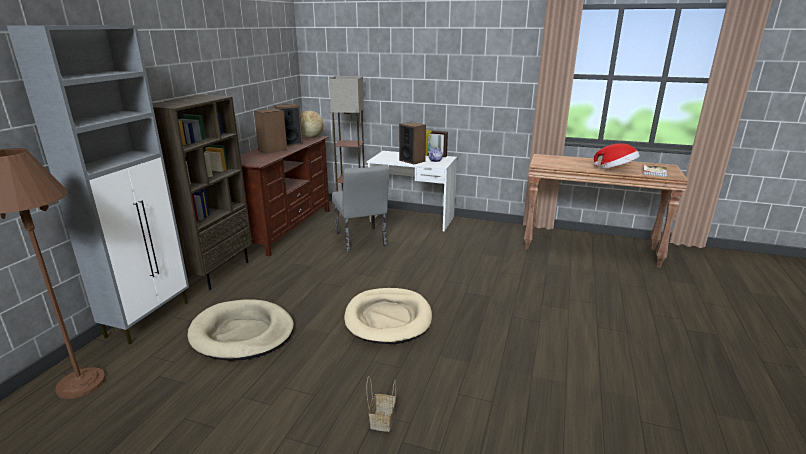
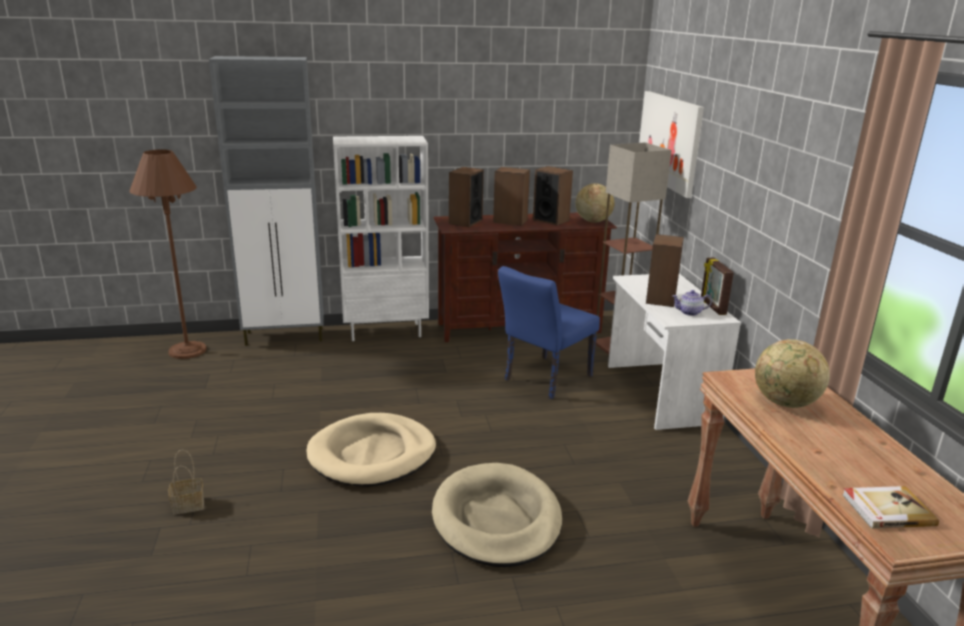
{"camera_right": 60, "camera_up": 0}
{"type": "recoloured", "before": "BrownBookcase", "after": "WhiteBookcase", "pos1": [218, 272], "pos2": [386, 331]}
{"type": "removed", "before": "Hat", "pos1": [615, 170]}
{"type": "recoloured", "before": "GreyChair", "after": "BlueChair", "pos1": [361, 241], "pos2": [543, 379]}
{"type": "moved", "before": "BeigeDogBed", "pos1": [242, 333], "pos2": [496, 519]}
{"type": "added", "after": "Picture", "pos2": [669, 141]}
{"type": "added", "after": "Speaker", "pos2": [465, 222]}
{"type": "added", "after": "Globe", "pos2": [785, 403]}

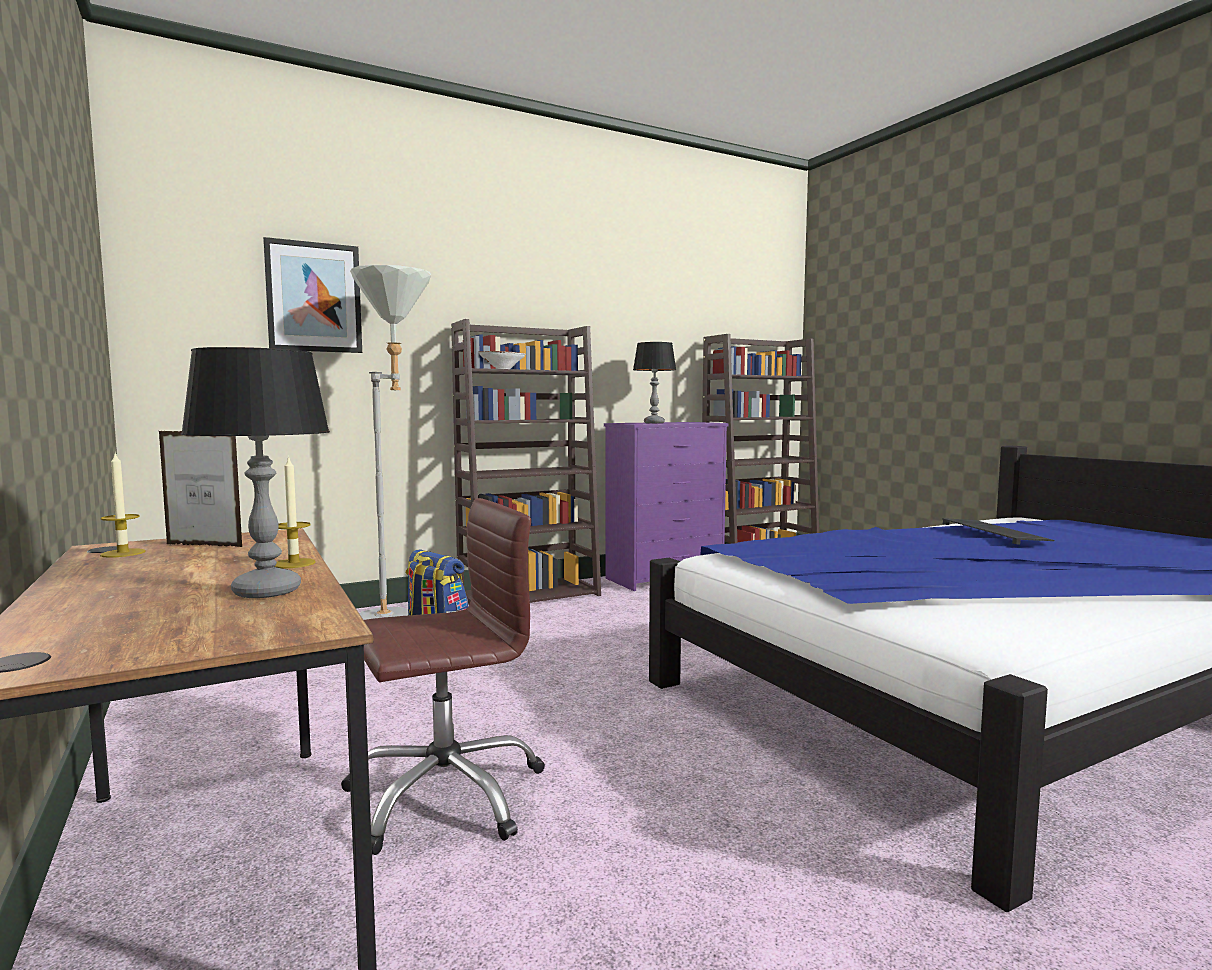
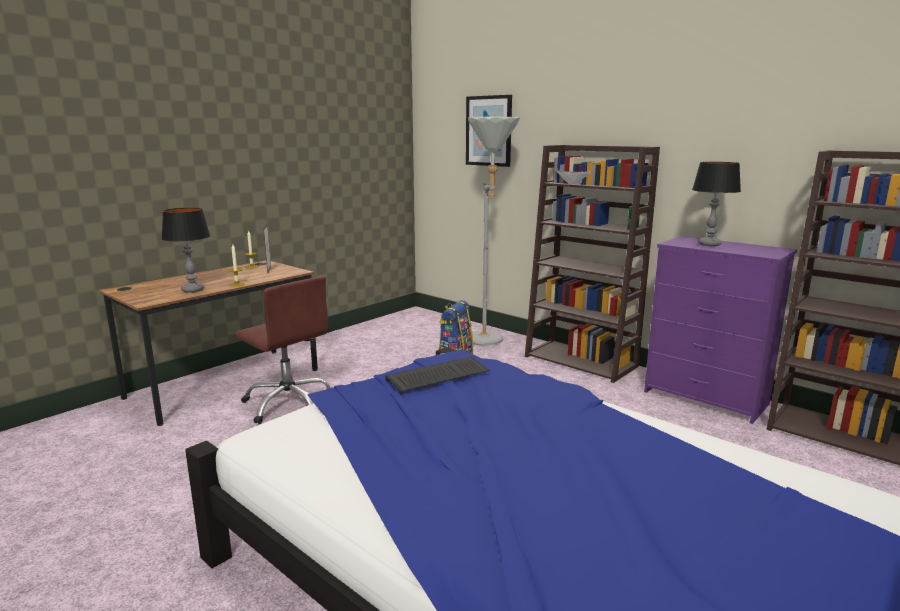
{"camera_right": 70, "camera_up": 10}
{"type": "moved", "before": "Keyboard", "pos1": [995, 533], "pos2": [437, 377]}

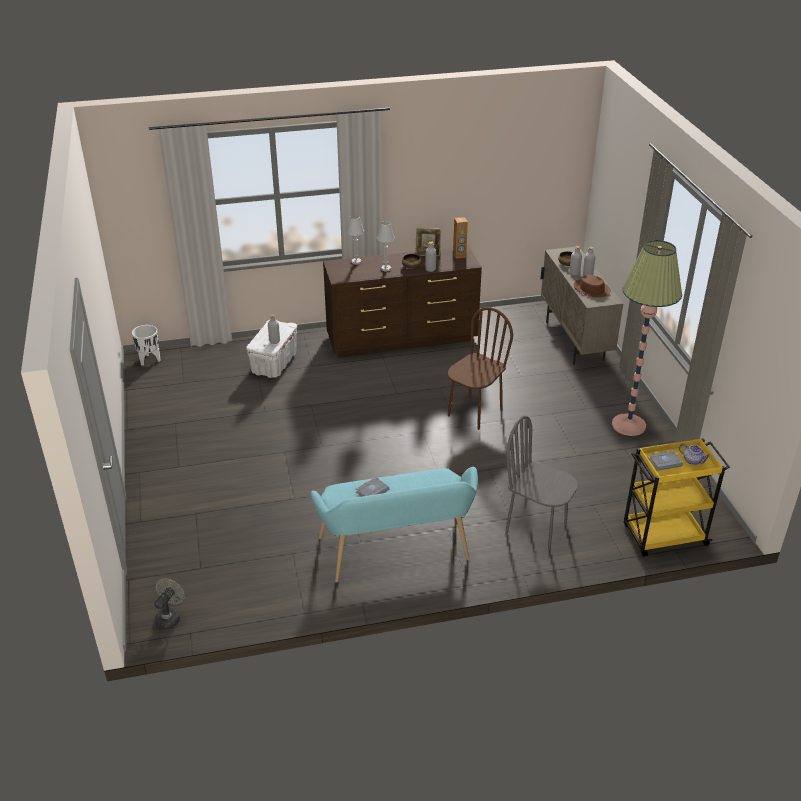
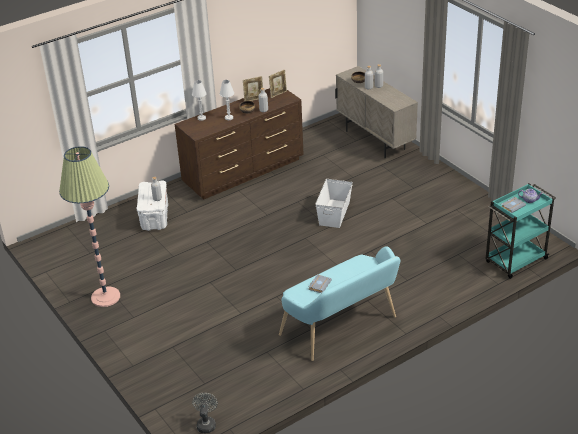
{"camera_right": -20, "camera_up": 0}
{"type": "replaced", "before": "BrownSpeaker", "after": "PictureFrame", "pos1": [459, 255], "pos2": [278, 94]}
{"type": "moved", "before": "FloorLamp", "pos1": [628, 425], "pos2": [105, 297]}
{"type": "removed", "before": "BrownHat", "pos1": [592, 289]}
{"type": "replaced", "before": "BrownChair", "after": "WhiteStorageBox", "pos1": [474, 412], "pos2": [335, 213]}
{"type": "removed", "before": "WhitePlanter", "pos1": [149, 360]}
{"type": "removed", "before": "GreyChair", "pos1": [536, 528]}
{"type": "recoloured", "before": "YellowCart", "after": "TurquoiseCart", "pos1": [663, 536], "pos2": [515, 261]}

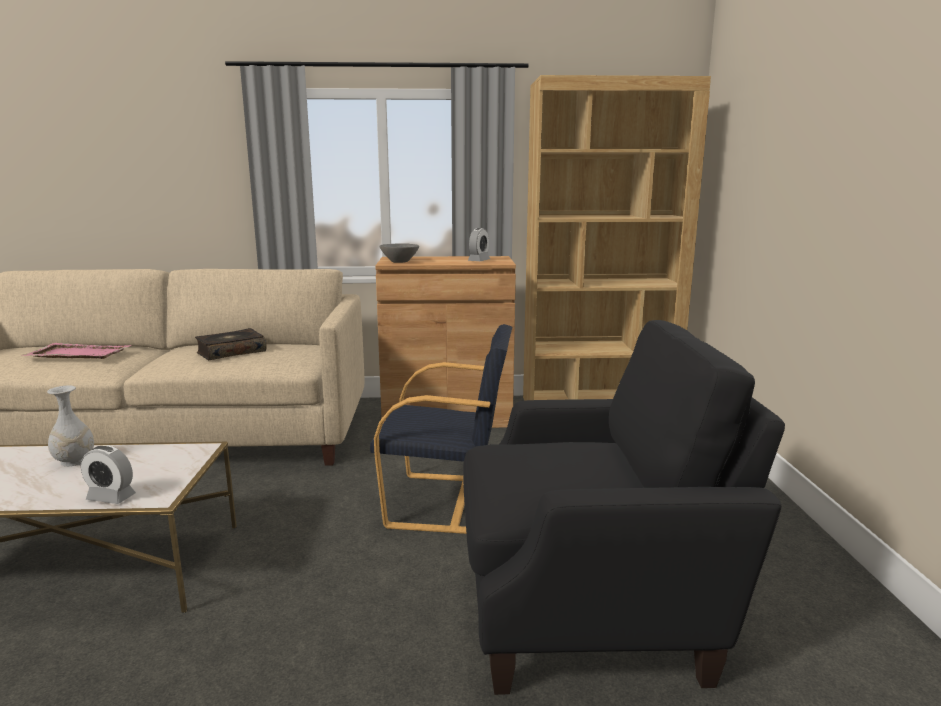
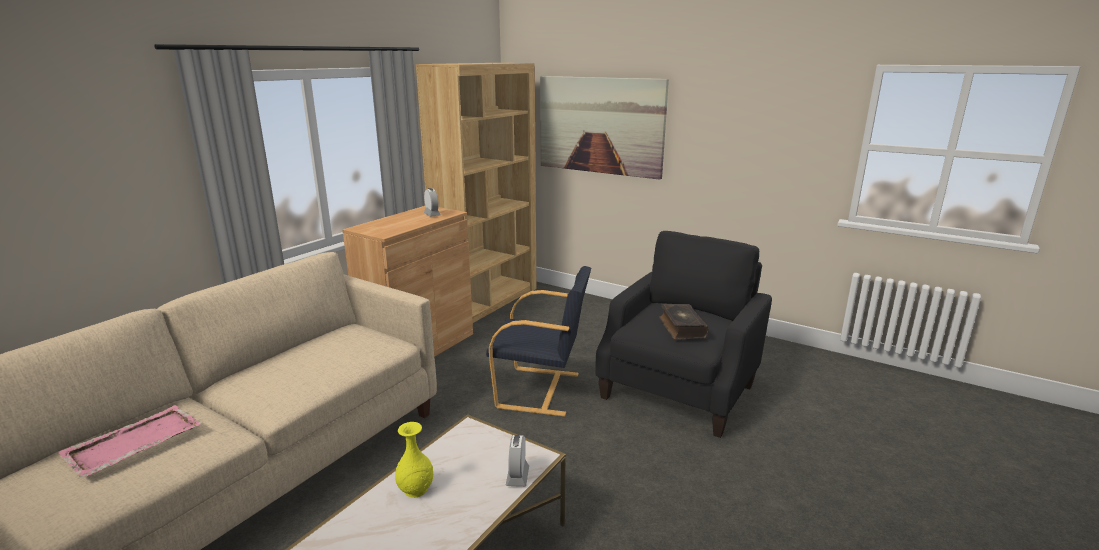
{"camera_right": -55, "camera_up": 5}
{"type": "removed", "before": "GreyBowl", "pos1": [400, 262]}
{"type": "turned", "before": "BlackArmchair", "pos1": [446, 502], "pos2": [540, 391], "turn": 60}
{"type": "moved", "before": "Book", "pos1": [231, 352], "pos2": [681, 328]}
{"type": "recoloured", "before": "WhiteVase", "after": "YellowVase", "pos1": [74, 461], "pos2": [416, 490]}
{"type": "turned", "before": "AlarmClock", "pos1": [111, 497], "pos2": [517, 476], "turn": 135}
{"type": "added", "after": "Picture", "pos2": [600, 125]}

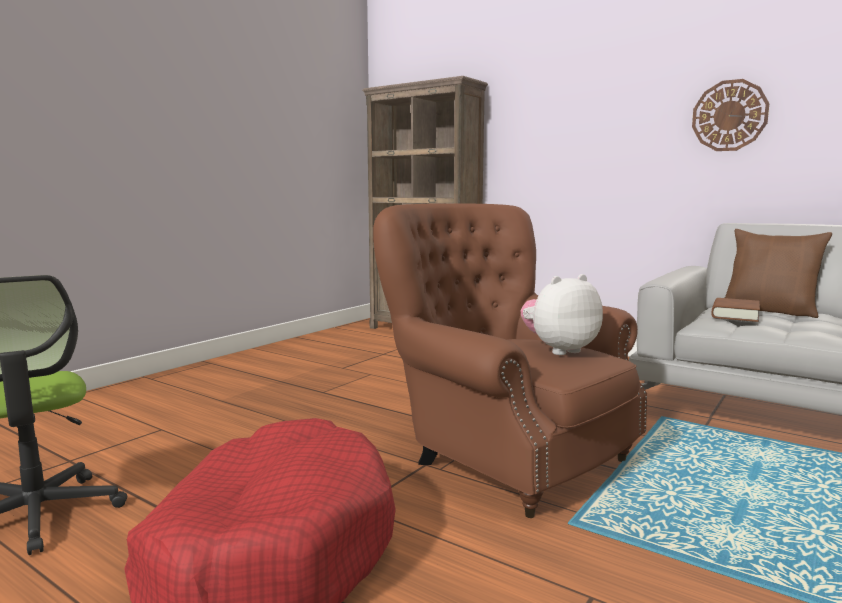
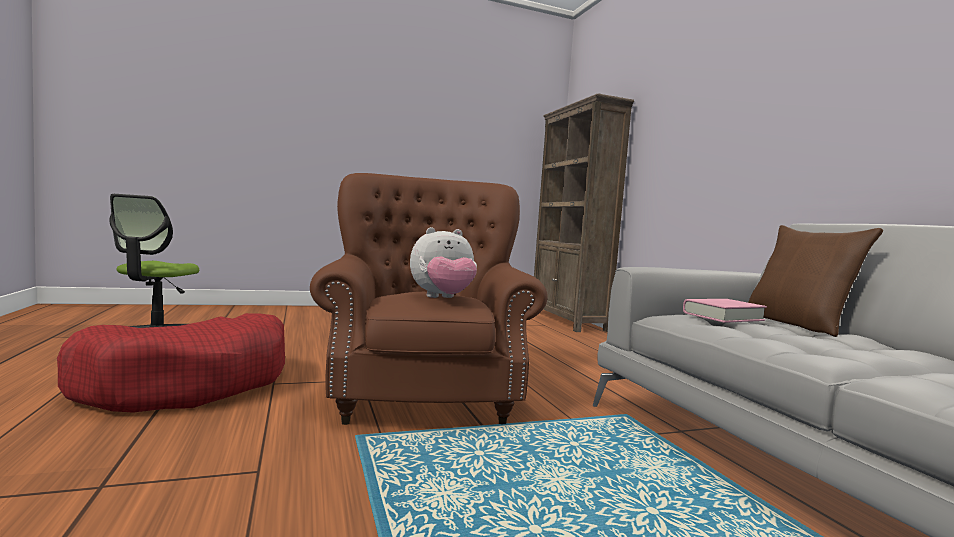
{"camera_right": 35, "camera_up": -5}
{"type": "removed", "before": "WallClock", "pos1": [729, 115]}
{"type": "turned", "before": "PlushToy", "pos1": [559, 350], "pos2": [442, 298], "turn": 150}
{"type": "recoloured", "before": "BrownBook", "after": "PinkBook", "pos1": [735, 315], "pos2": [723, 316]}

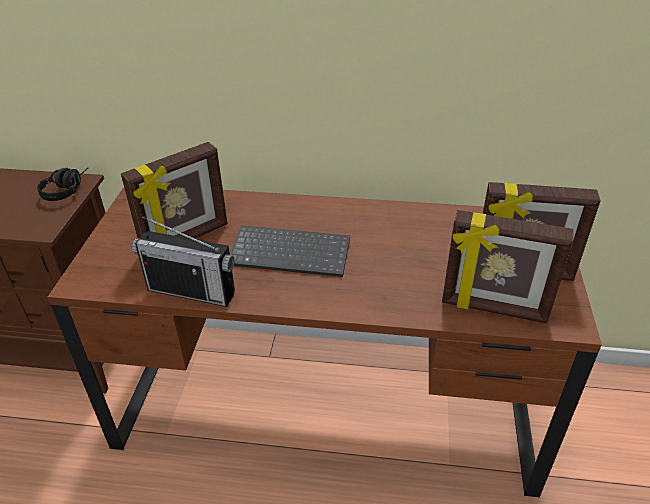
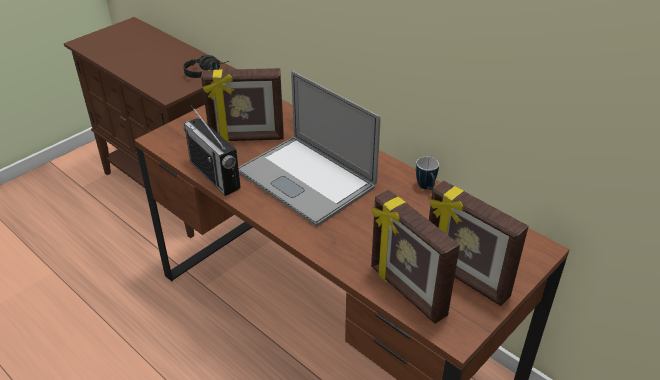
{"camera_right": 35, "camera_up": 0}
{"type": "replaced", "before": "Keyboard", "after": "Laptop", "pos1": [292, 252], "pos2": [306, 179]}
{"type": "added", "after": "Mug", "pos2": [426, 188]}

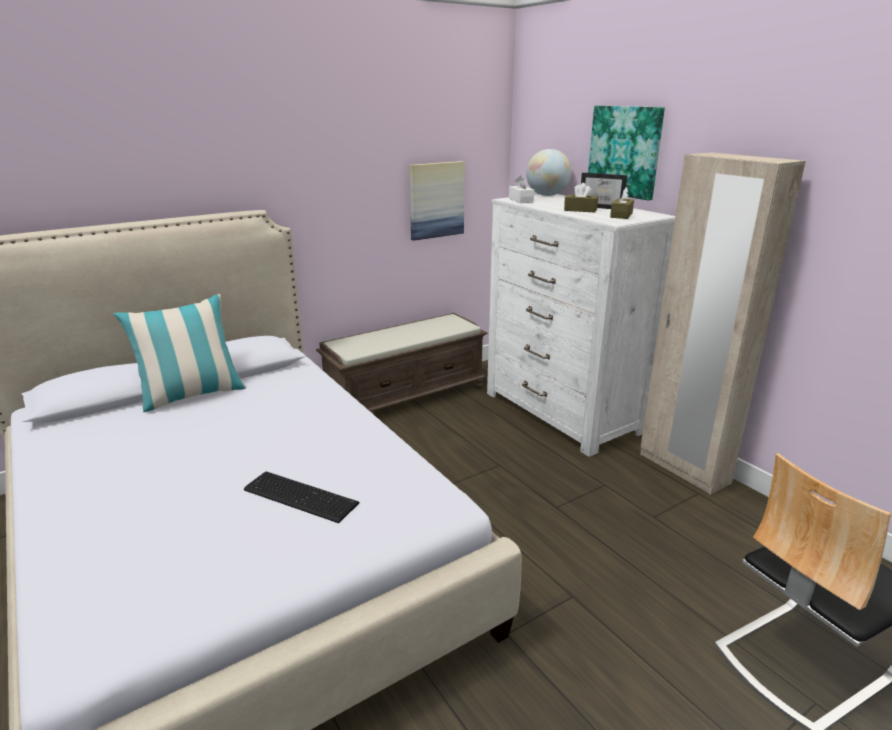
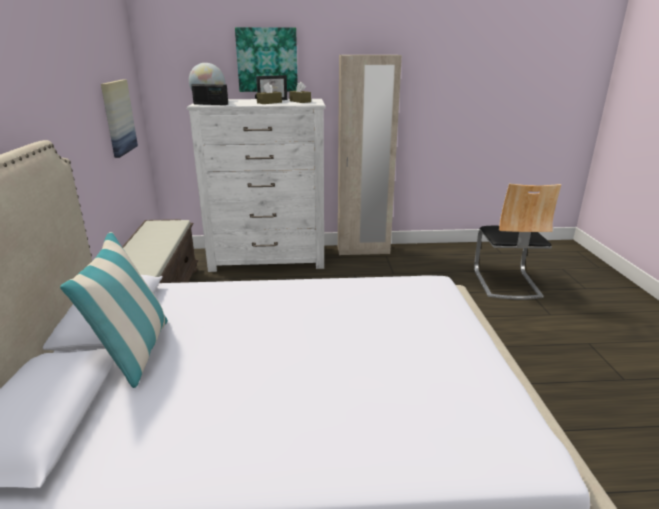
{"camera_right": -60, "camera_up": 0}
{"type": "replaced", "before": "WhiteTissueBox", "after": "Radio", "pos1": [521, 200], "pos2": [210, 104]}
{"type": "removed", "before": "Keyboard", "pos1": [300, 495]}

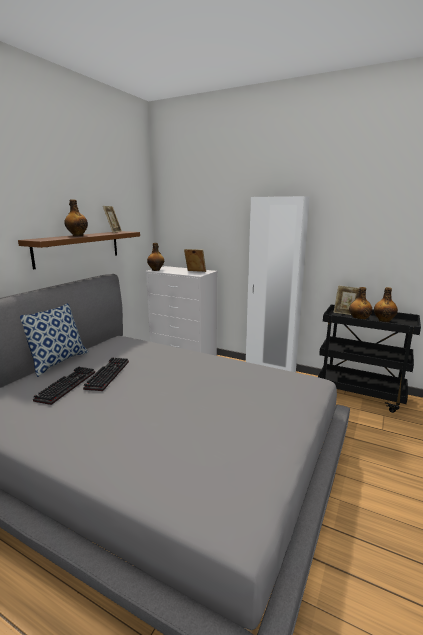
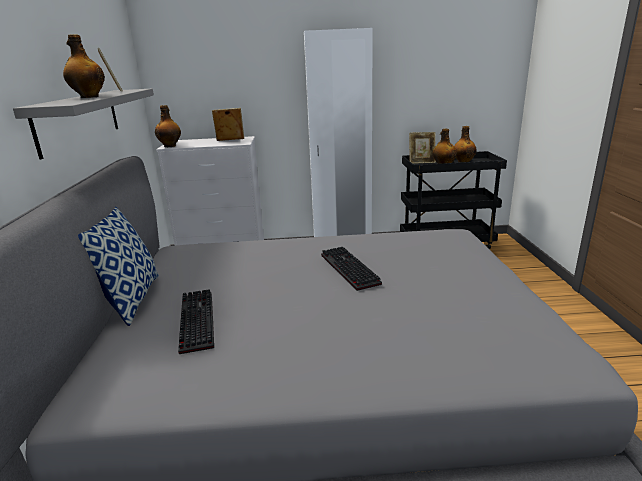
{"camera_right": -30, "camera_up": 5}
{"type": "recoloured", "before": "BrownShelf", "after": "GreyShelf", "pos1": [78, 248], "pos2": [79, 119]}
{"type": "moved", "before": "Keyboard", "pos1": [107, 374], "pos2": [347, 269]}

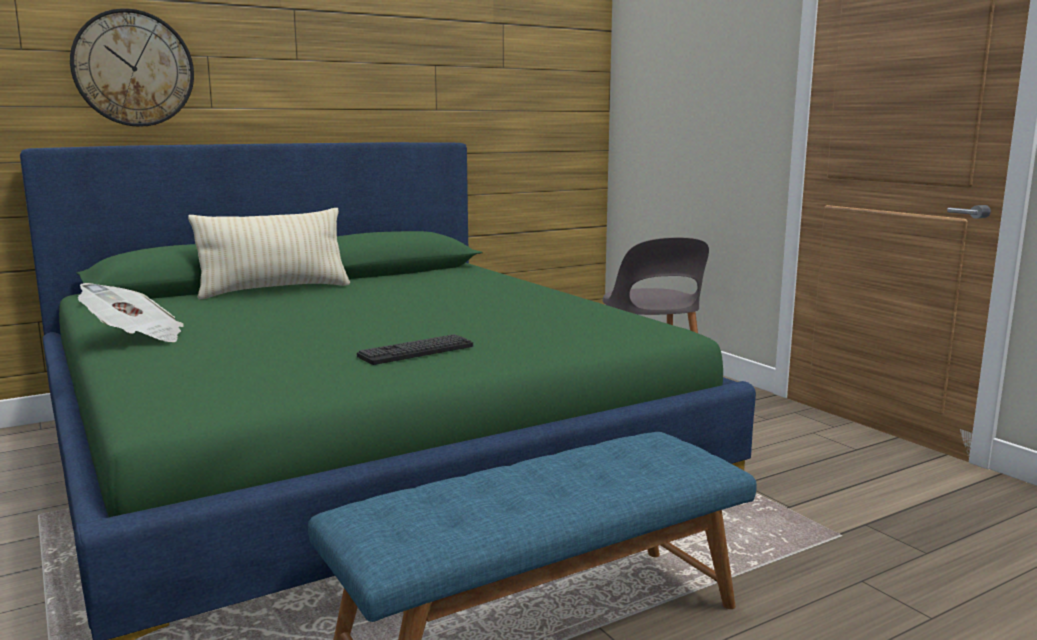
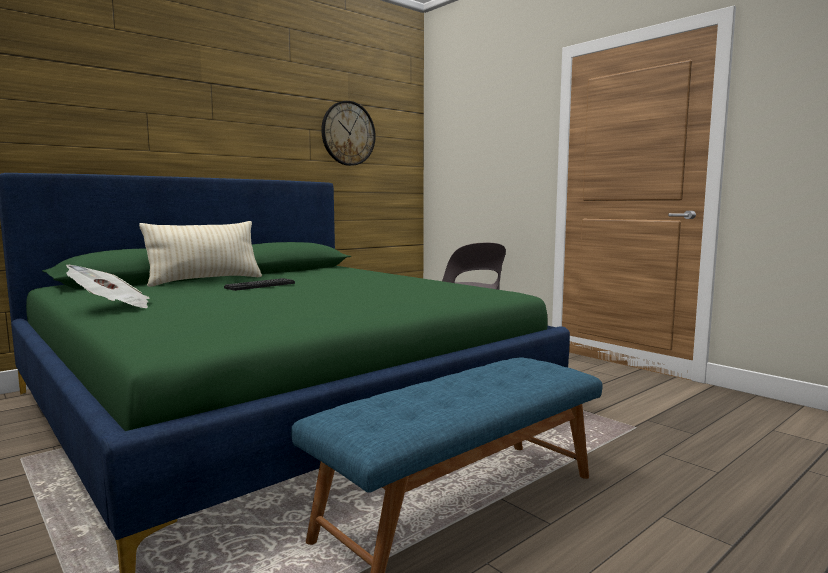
{"camera_right": -10, "camera_up": -5}
{"type": "moved", "before": "WallClock", "pos1": [133, 68], "pos2": [348, 133]}
{"type": "moved", "before": "Keyboard", "pos1": [416, 351], "pos2": [260, 285]}

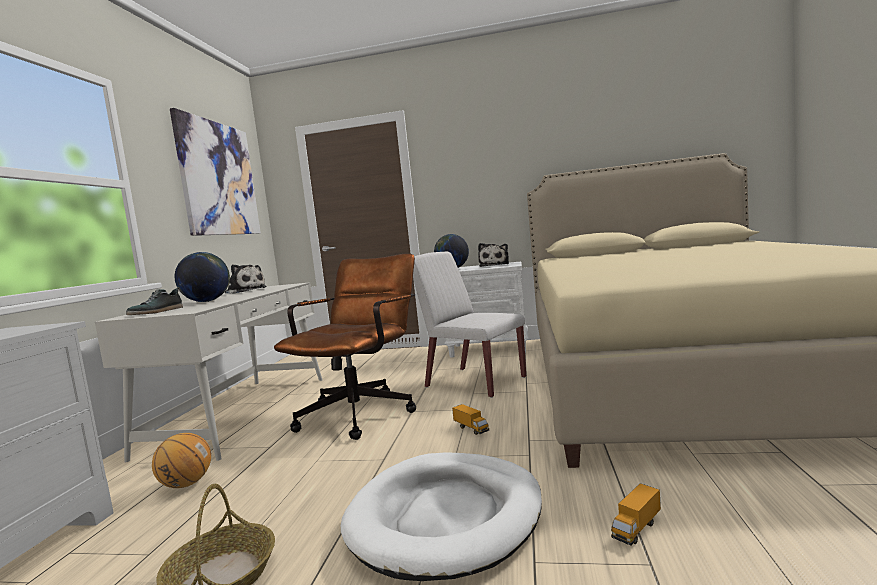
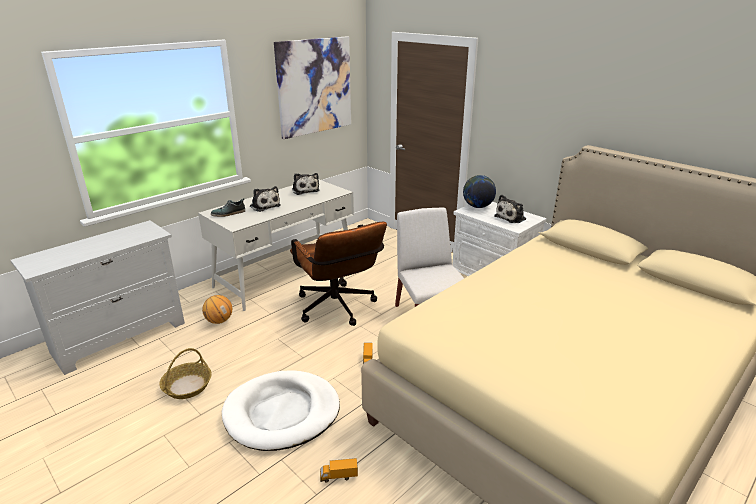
{"camera_right": 35, "camera_up": 20}
{"type": "replaced", "before": "Globe", "after": "PlushToy", "pos1": [206, 301], "pos2": [264, 206]}
{"type": "turned", "before": "BrownOfficeChair", "pos1": [363, 411], "pos2": [338, 309], "turn": 90}

